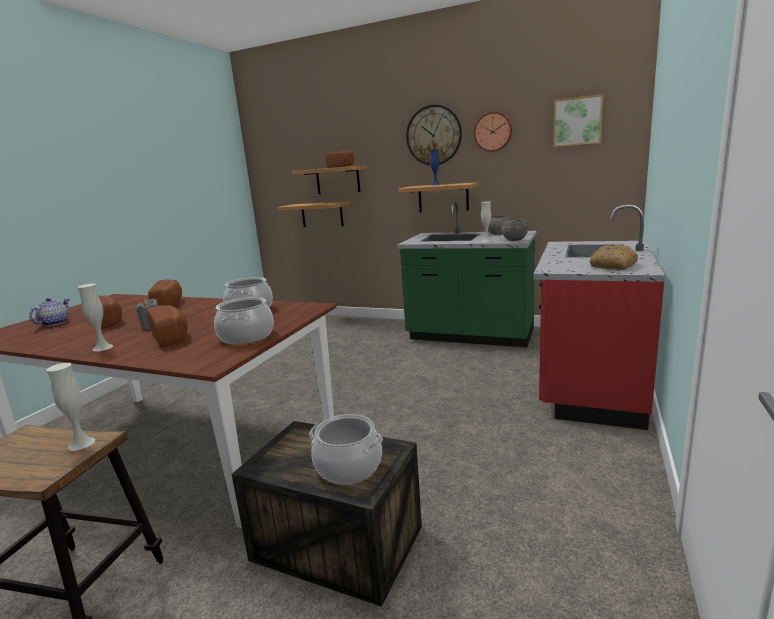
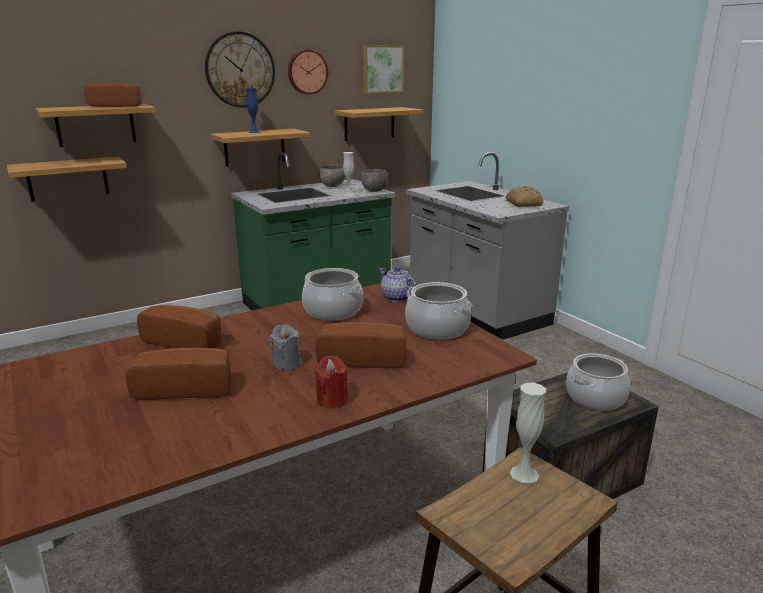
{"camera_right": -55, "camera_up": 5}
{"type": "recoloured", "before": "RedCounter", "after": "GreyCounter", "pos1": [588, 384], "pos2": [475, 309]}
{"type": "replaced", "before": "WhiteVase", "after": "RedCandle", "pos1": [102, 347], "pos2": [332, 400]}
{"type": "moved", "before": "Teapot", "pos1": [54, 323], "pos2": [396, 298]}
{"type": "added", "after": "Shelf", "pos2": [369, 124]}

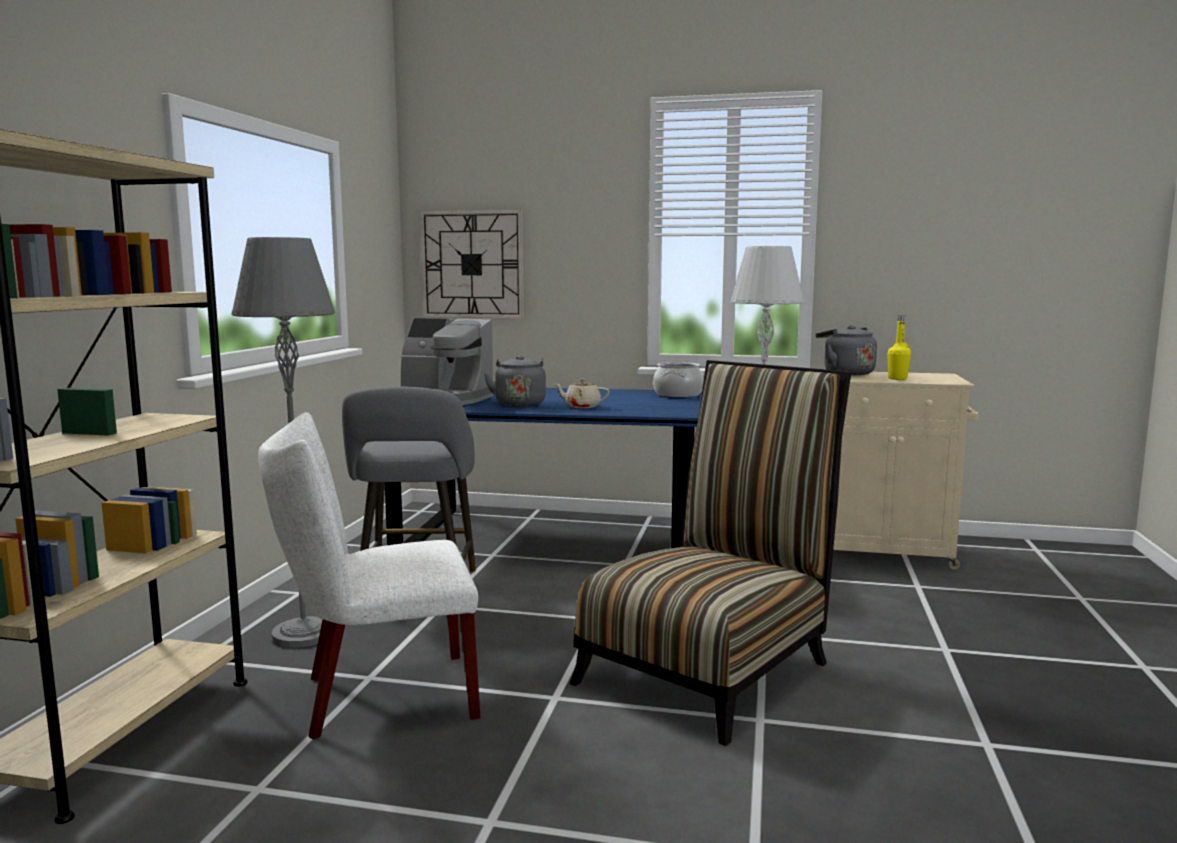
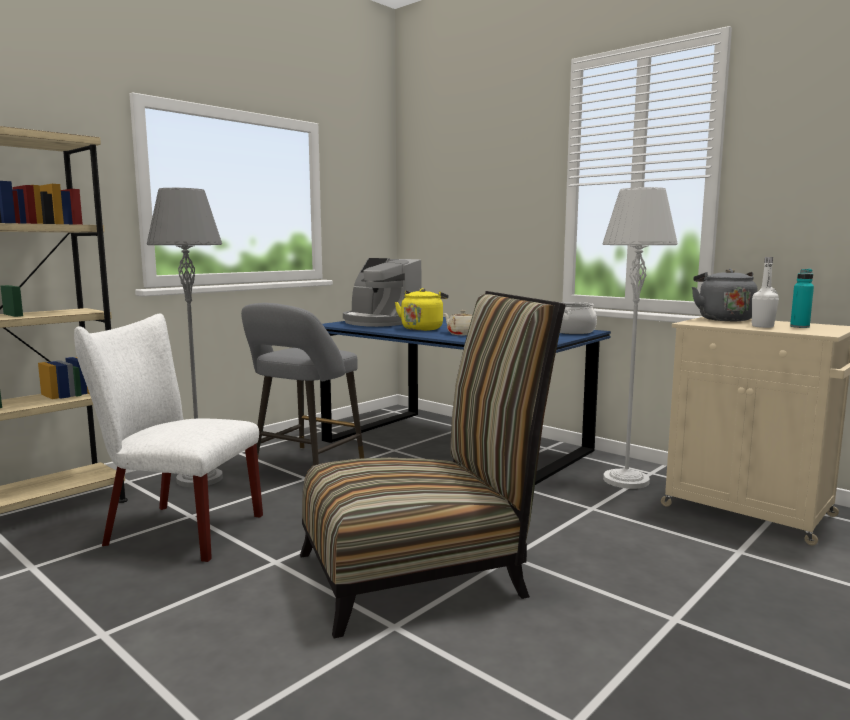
{"camera_right": 30, "camera_up": 0}
{"type": "removed", "before": "WallClock", "pos1": [472, 264]}
{"type": "recoloured", "before": "YellowBottle", "after": "WhiteBottle", "pos1": [897, 379], "pos2": [762, 326]}
{"type": "recoloured", "before": "GreyKettle", "after": "YellowKettle", "pos1": [519, 403], "pos2": [422, 328]}
{"type": "added", "after": "TurquoiseBottle", "pos2": [799, 327]}

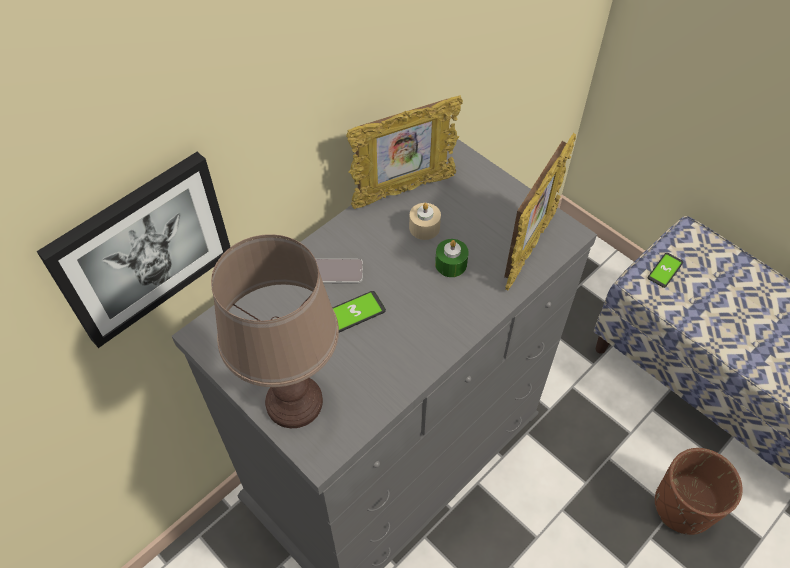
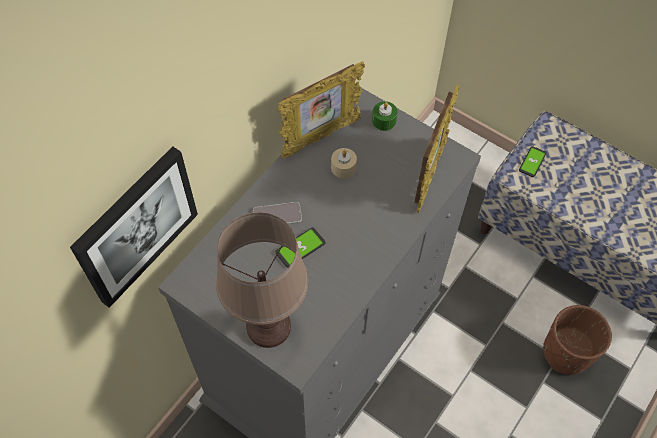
{"camera_right": -10, "camera_up": 5}
{"type": "moved", "before": "GreenCandle", "pos1": [451, 264], "pos2": [384, 121]}

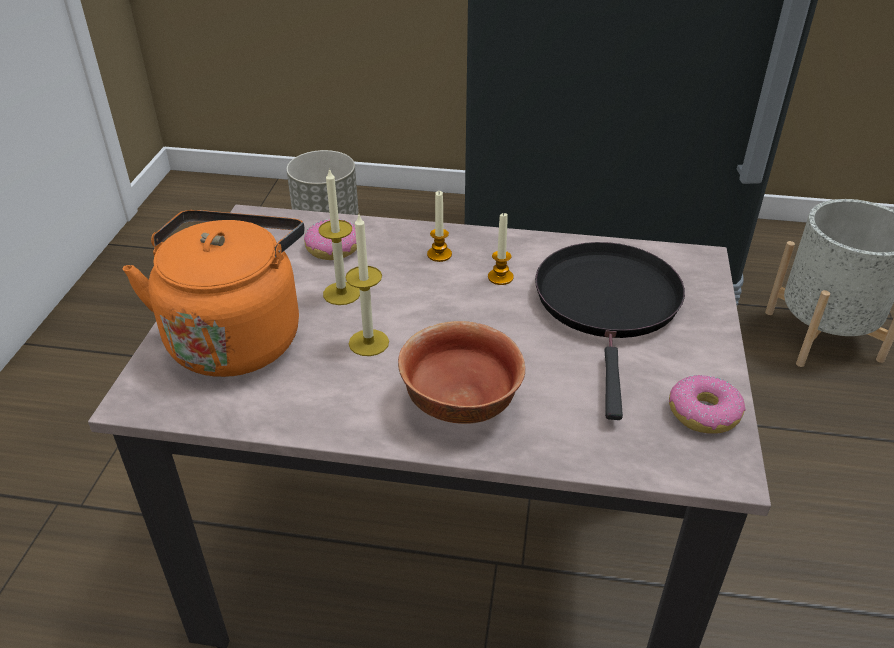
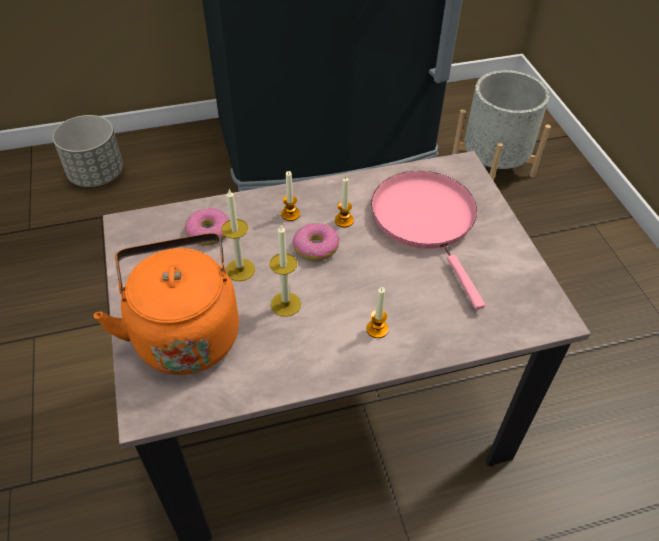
{"camera_right": -25, "camera_up": 10}
{"type": "recoloured", "before": "BlackFryingPan", "after": "PinkFryingPan", "pos1": [608, 305], "pos2": [426, 221]}
{"type": "replaced", "before": "Bowl", "after": "Candle", "pos1": [462, 403], "pos2": [377, 329]}
{"type": "moved", "before": "Donut", "pos1": [704, 413], "pos2": [316, 247]}

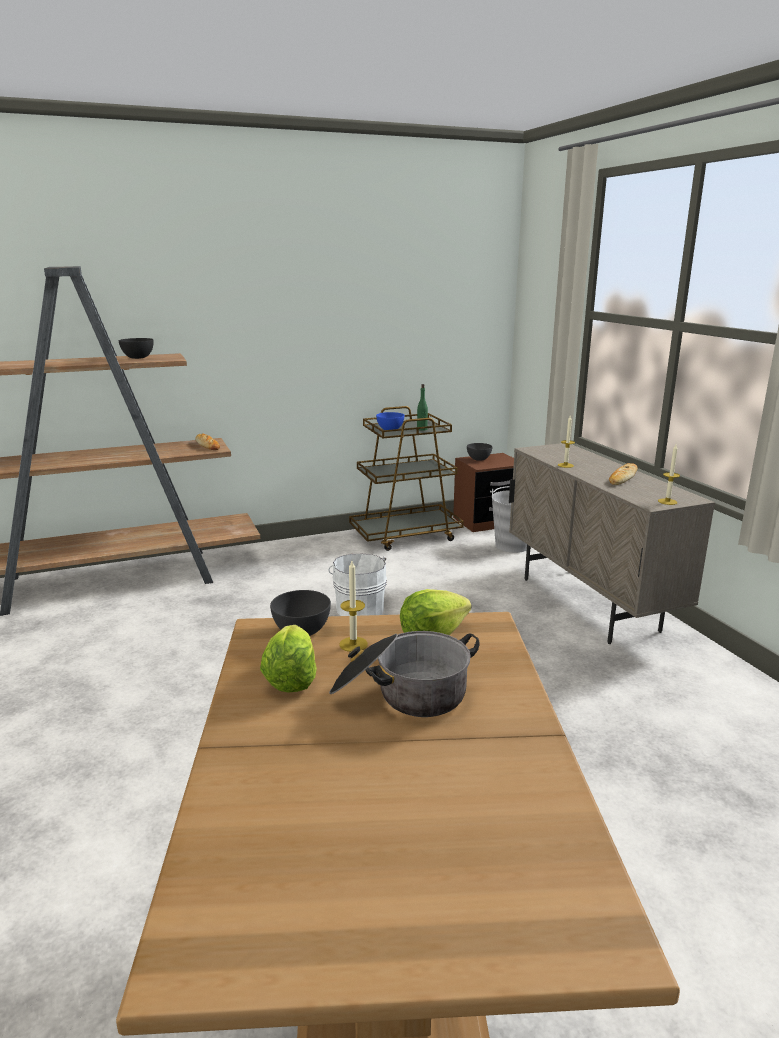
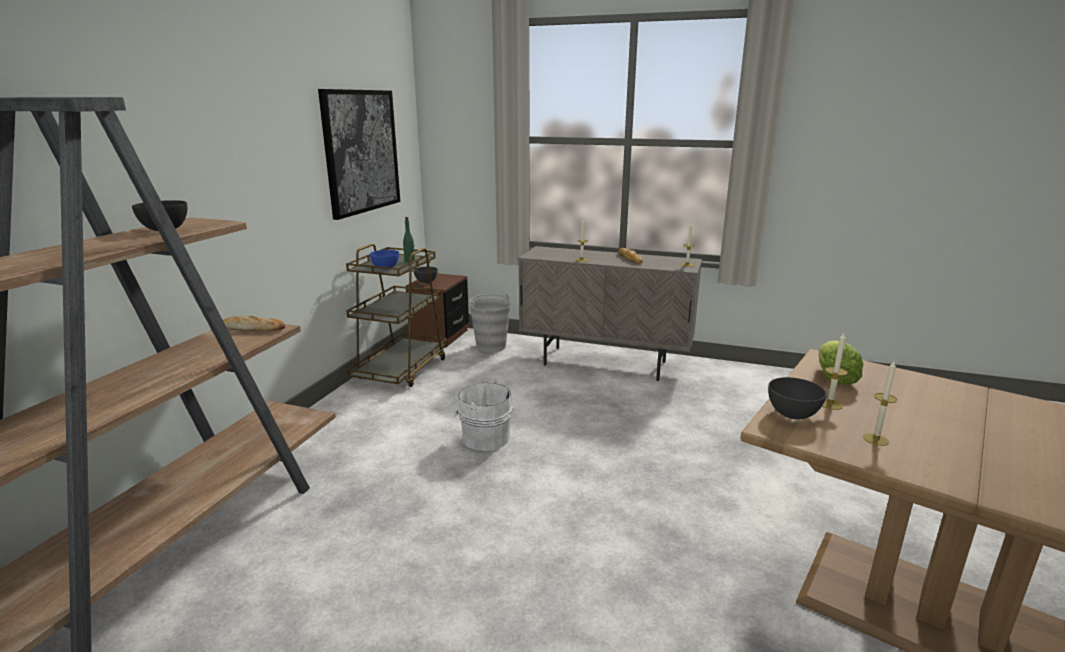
{"camera_right": -50, "camera_up": 0}
{"type": "replaced", "before": "Lettuce", "after": "Candle", "pos1": [291, 678], "pos2": [876, 439]}
{"type": "removed", "before": "CookingPot", "pos1": [401, 694]}
{"type": "added", "after": "Picture", "pos2": [361, 151]}

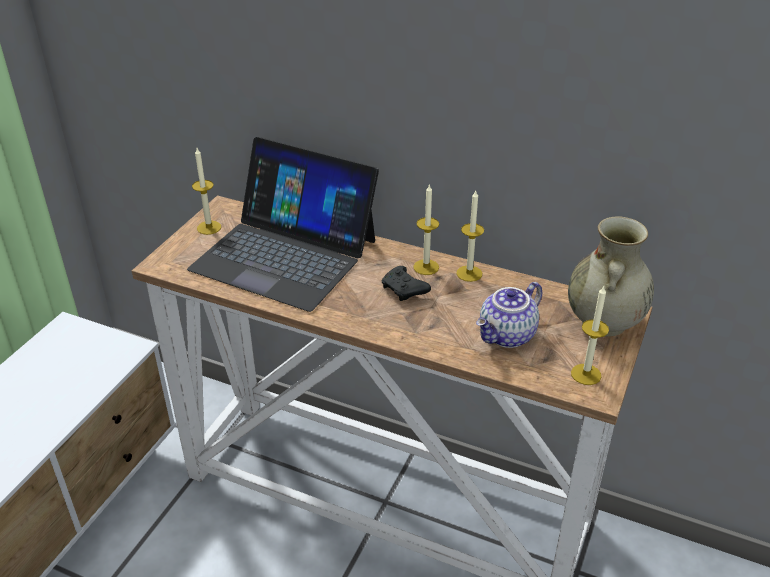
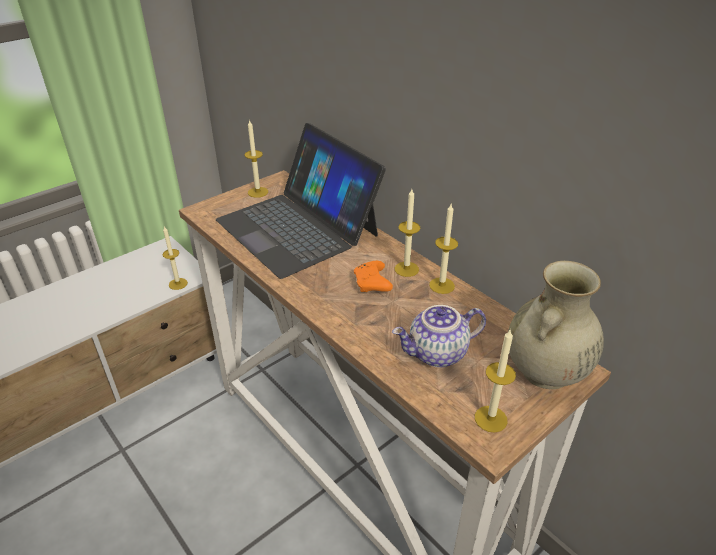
{"camera_right": 25, "camera_up": 0}
{"type": "recoloured", "before": "BlackGameController", "after": "OrangeGameController", "pos1": [404, 290], "pos2": [372, 284]}
{"type": "added", "after": "Candle", "pos2": [178, 284]}

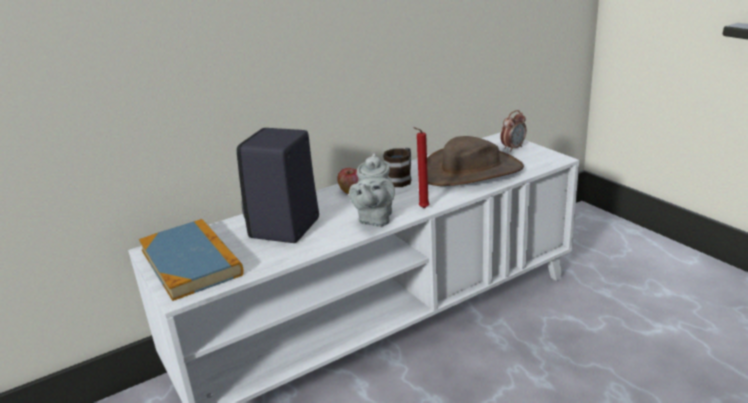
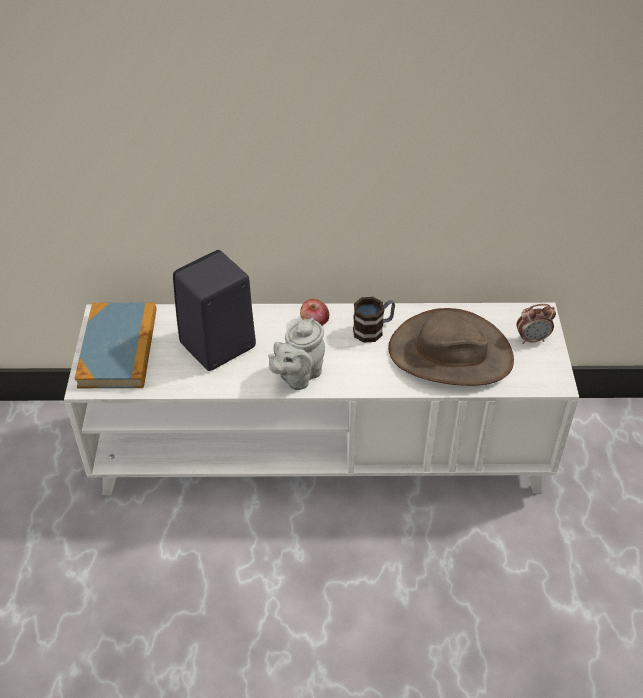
{"camera_right": 30, "camera_up": 20}
{"type": "removed", "before": "RedCandle", "pos1": [422, 209]}

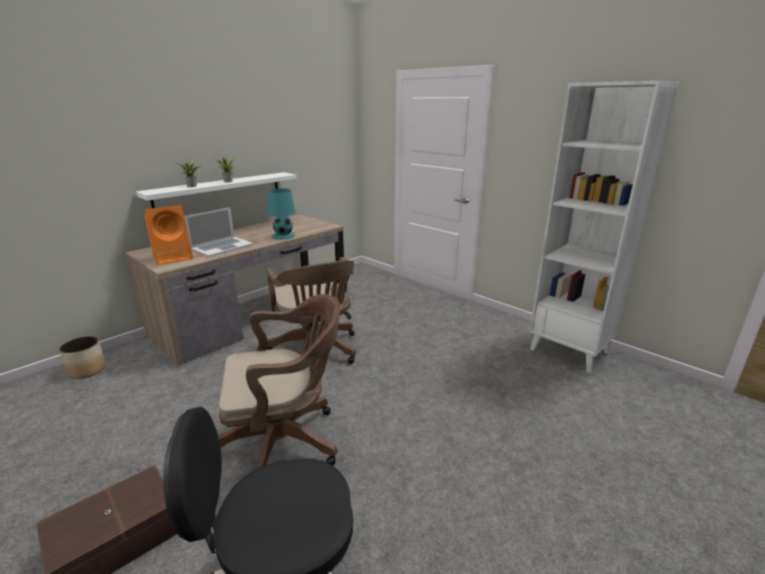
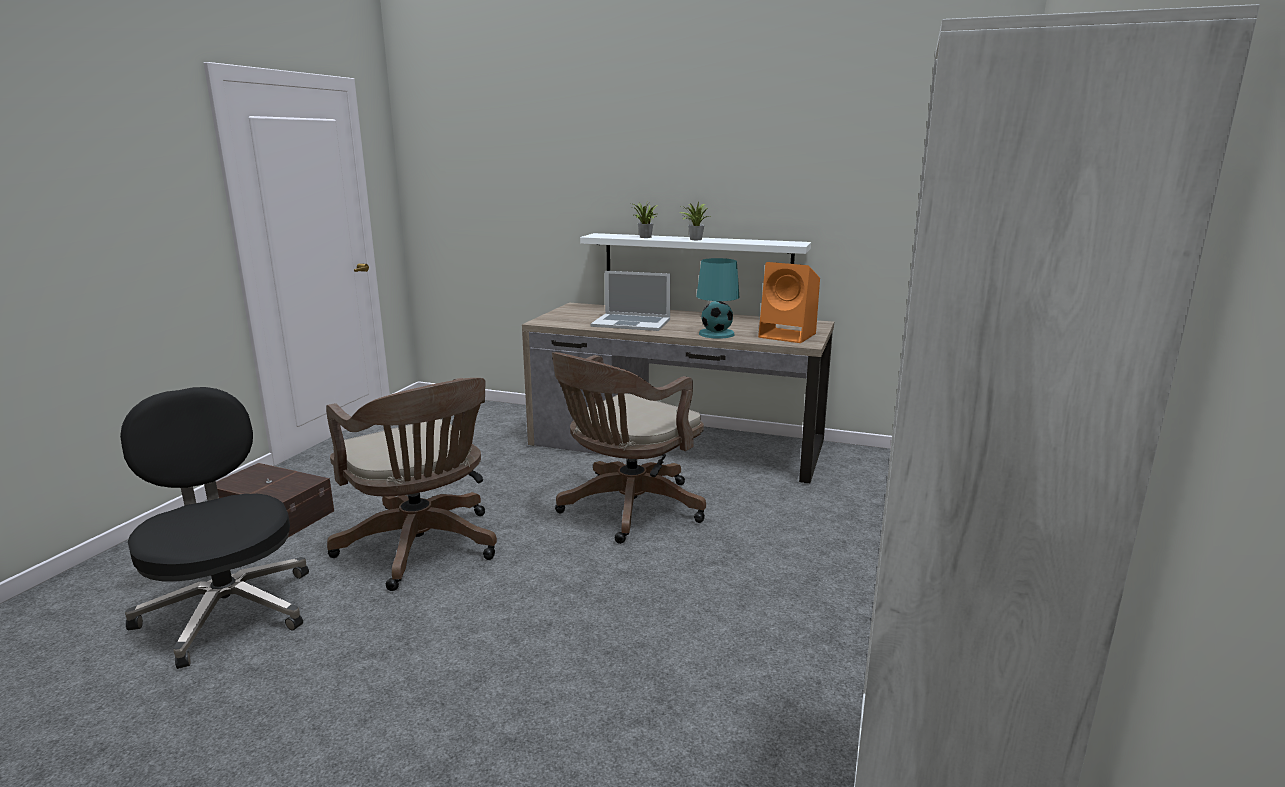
{"camera_right": 65, "camera_up": -5}
{"type": "moved", "before": "OrangeSpeaker", "pos1": [174, 257], "pos2": [789, 335]}
{"type": "removed", "before": "Planter", "pos1": [87, 370]}

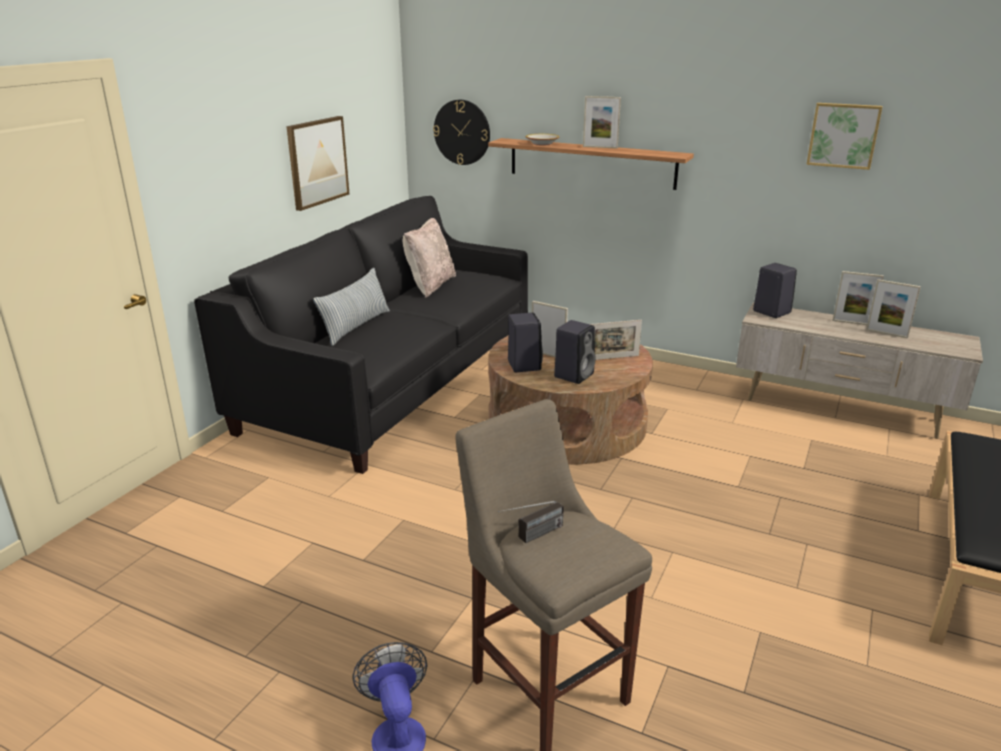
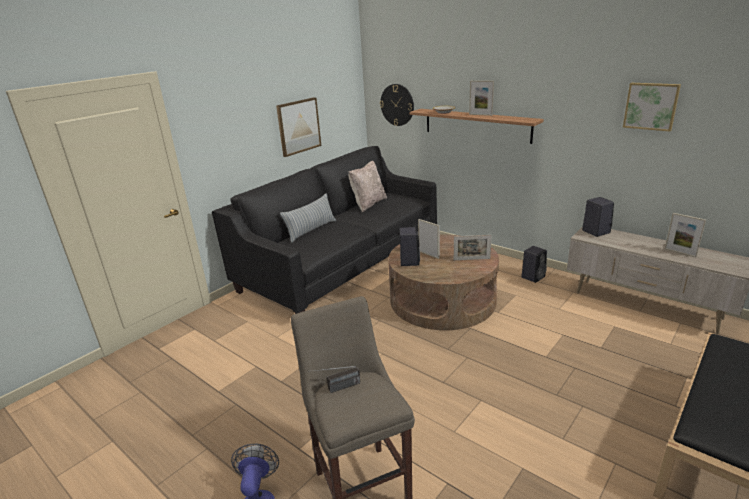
{"camera_right": 15, "camera_up": 0}
{"type": "removed", "before": "PictureFrame", "pos1": [852, 323]}
{"type": "moved", "before": "BlackSpeaker", "pos1": [574, 375], "pos2": [533, 277]}

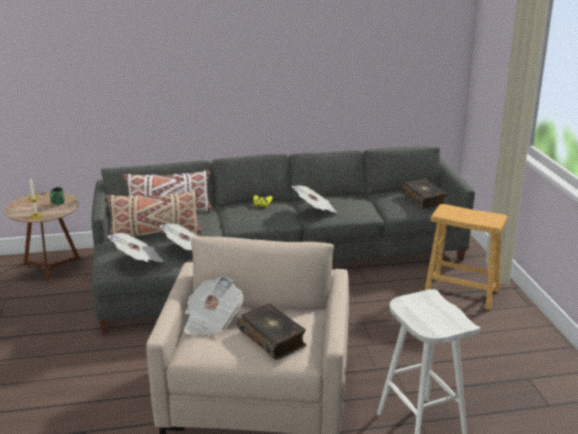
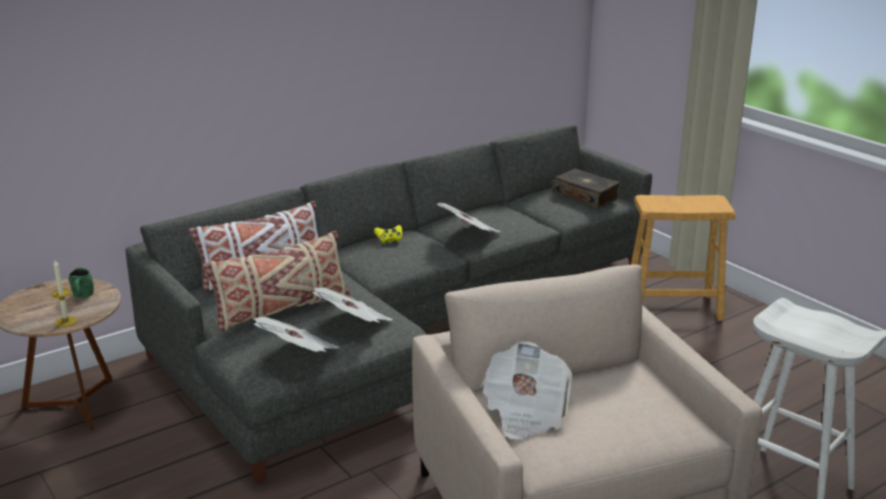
{"camera_right": -25, "camera_up": 0}
{"type": "removed", "before": "Book", "pos1": [272, 338]}

